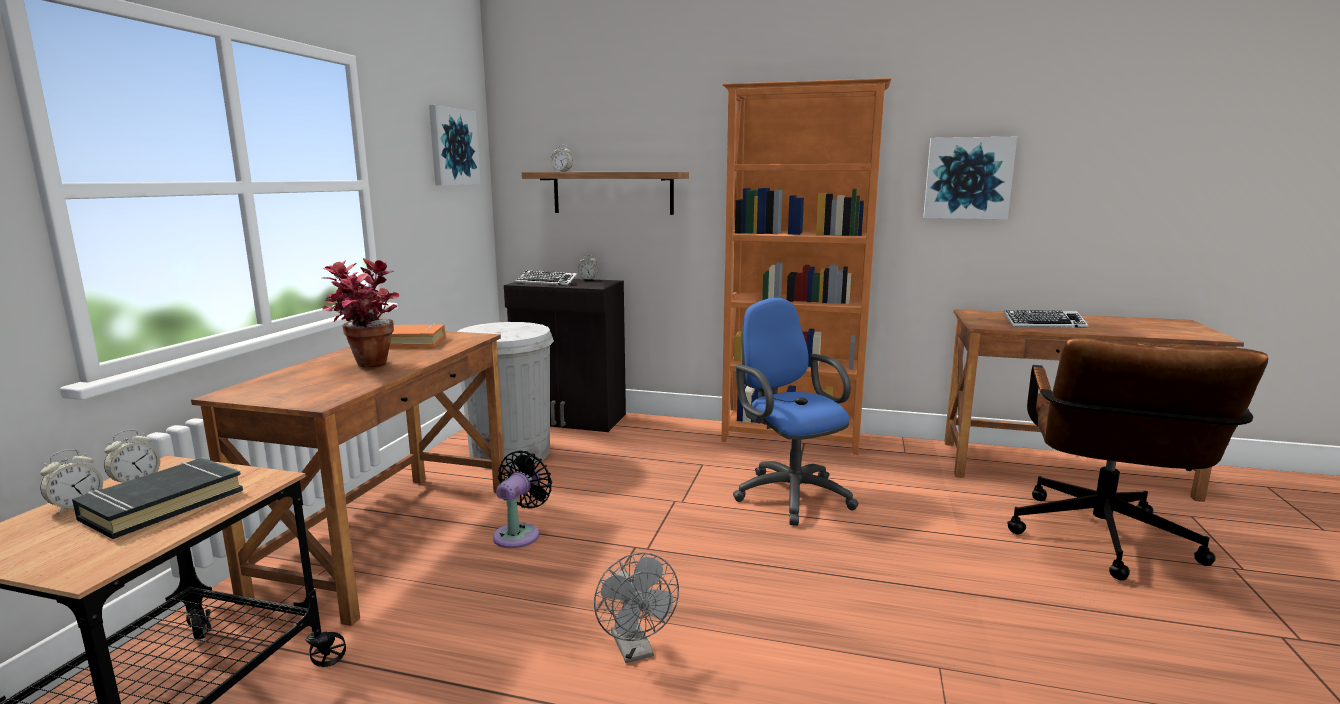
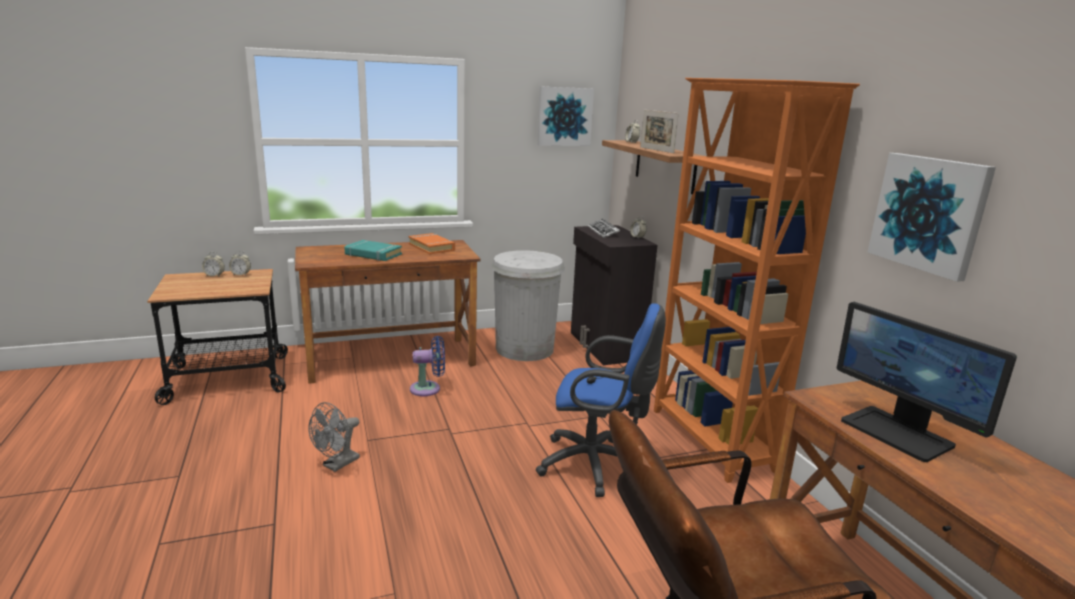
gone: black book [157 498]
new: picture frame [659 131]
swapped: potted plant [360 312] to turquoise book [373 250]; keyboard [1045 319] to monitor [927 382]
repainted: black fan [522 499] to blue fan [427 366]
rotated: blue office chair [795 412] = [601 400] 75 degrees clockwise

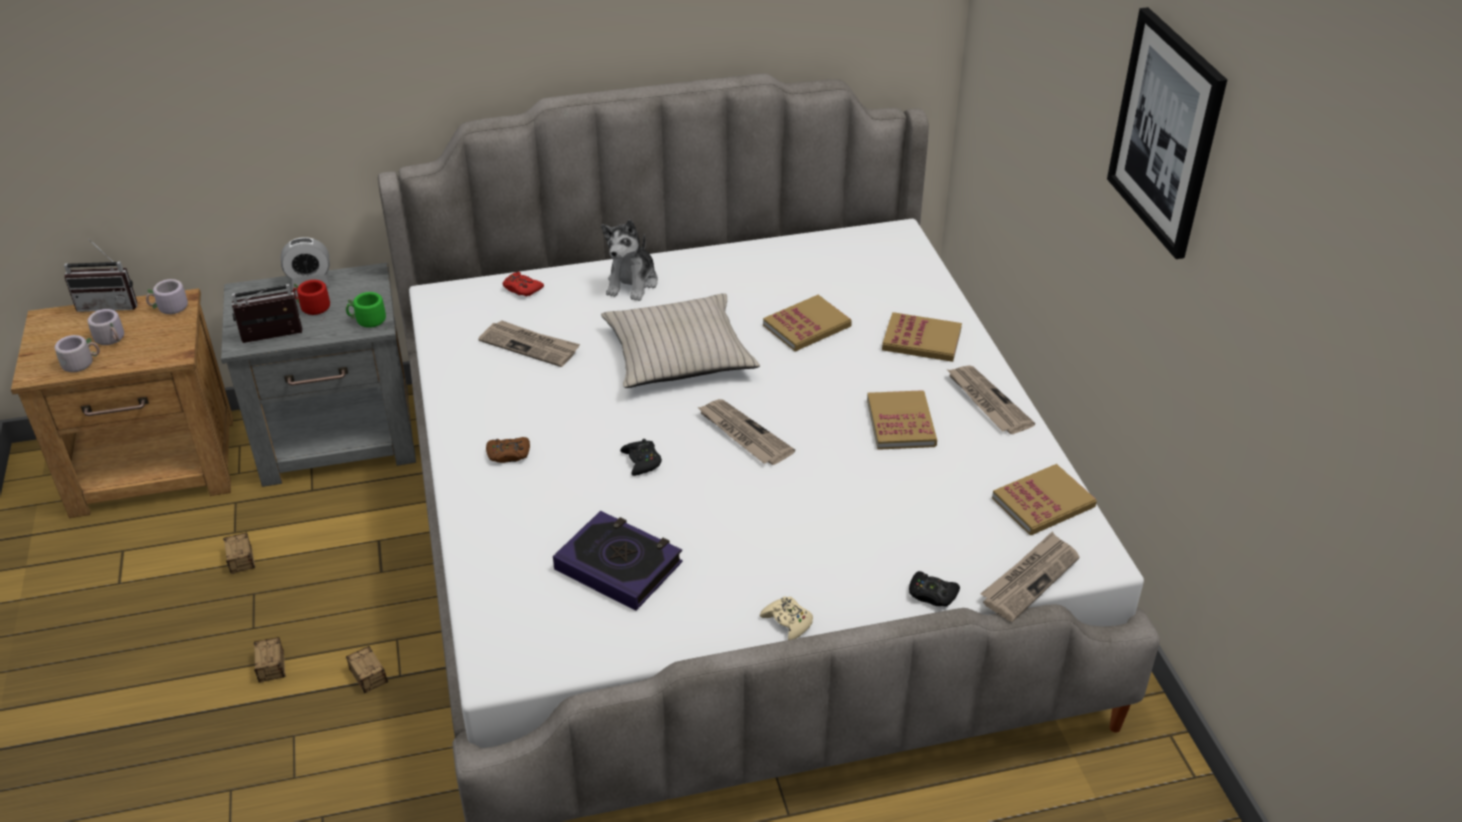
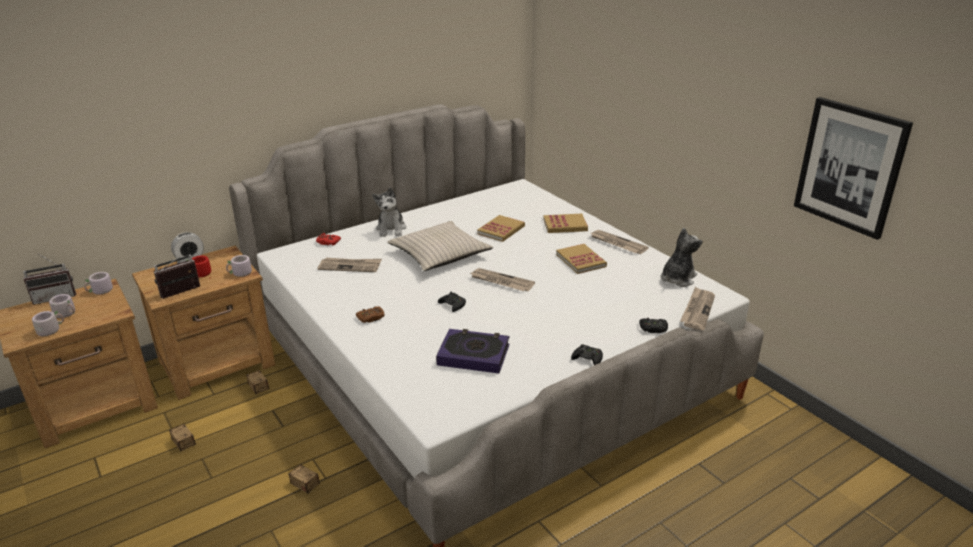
shifted: storage box [269 660] to [258 382]; picture [1167 133] to [853 168]
swapped: book [1044 499] to plush toy [681 257]
repainted: grey nightstand [318 375] to brown nightstand [203 323]; green mug [366 310] to grey mug [239 266]; beige game controller [786 618] to black game controller [587 354]

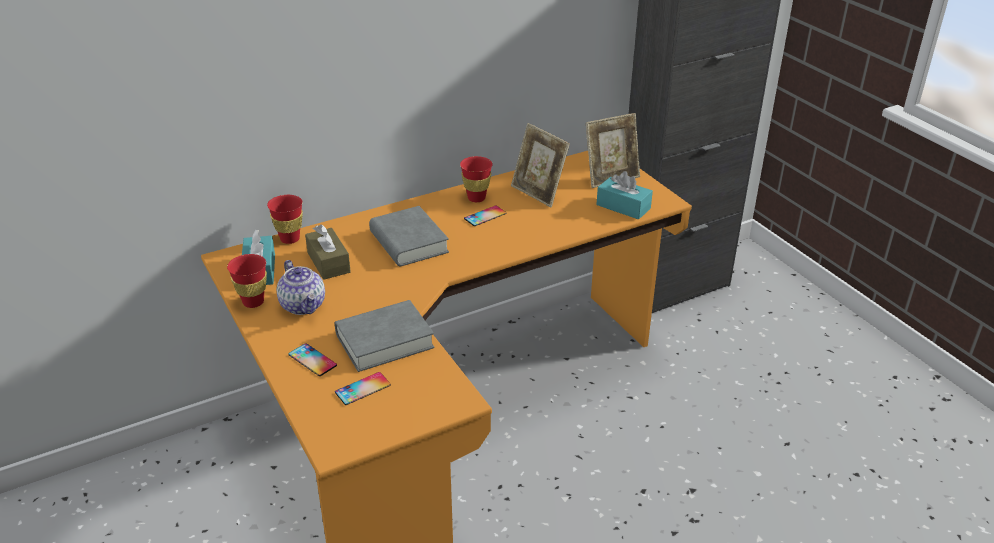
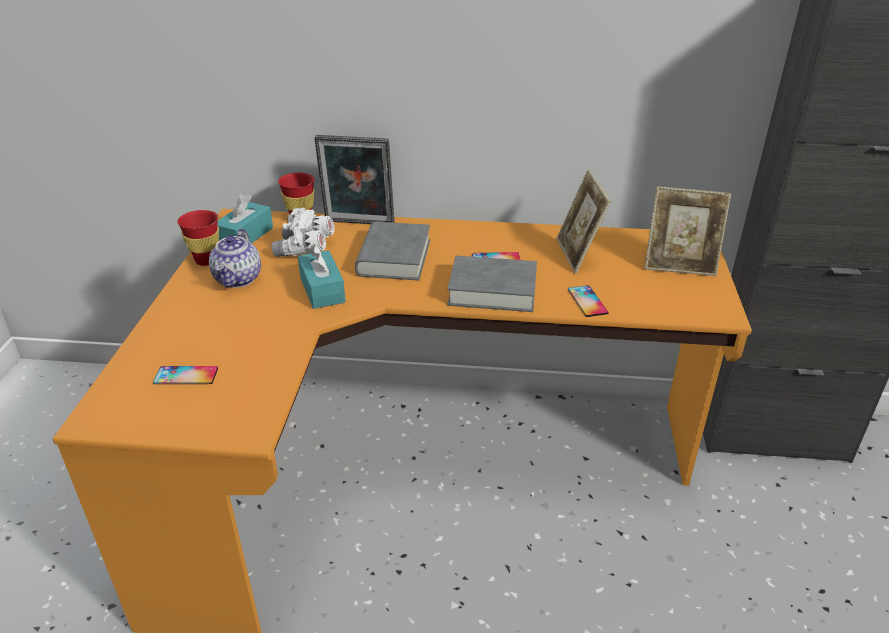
gone: red cup [476 179]
new: picture frame [354 179]
shifted: phone [312 359] to [588 301]; grey book [384 336] to [492 284]; turquoise tissue box [624 195] to [322 276]
swapped: brown tissue box [328 252] to white binoculars [303 232]

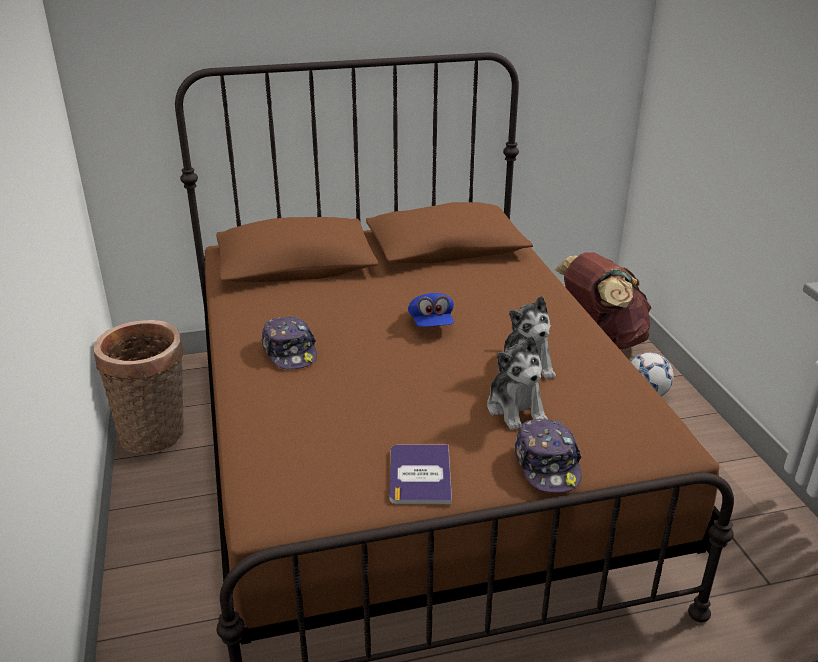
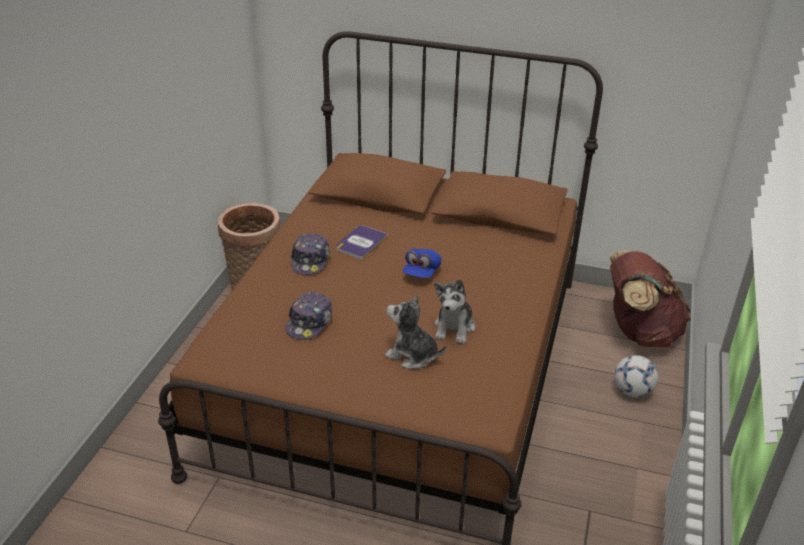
shifted: book [420 474] to [362 242]; cap [548 456] to [309 316]
rotated: plush toy [517 383] = [415 332] 105 degrees clockwise

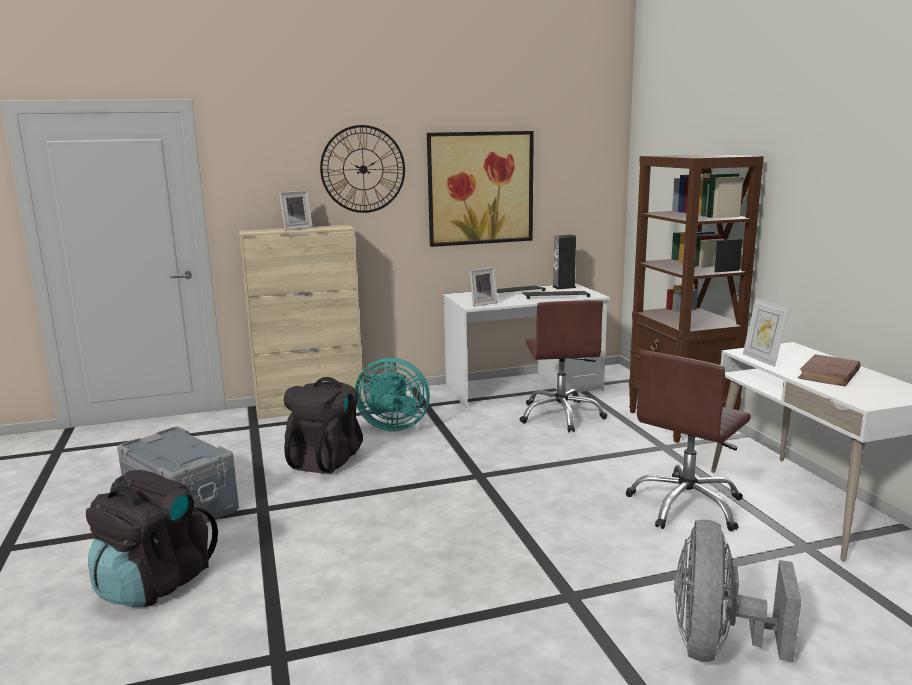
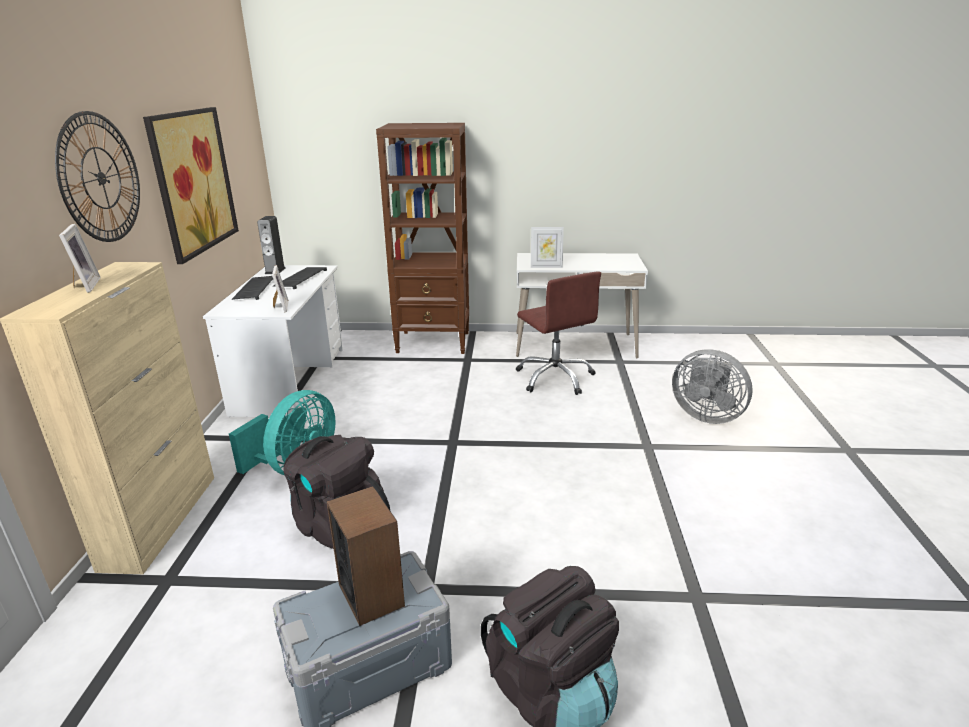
gone: brown office chair [563 366]; brown book [829 370]
new: speaker [366 556]

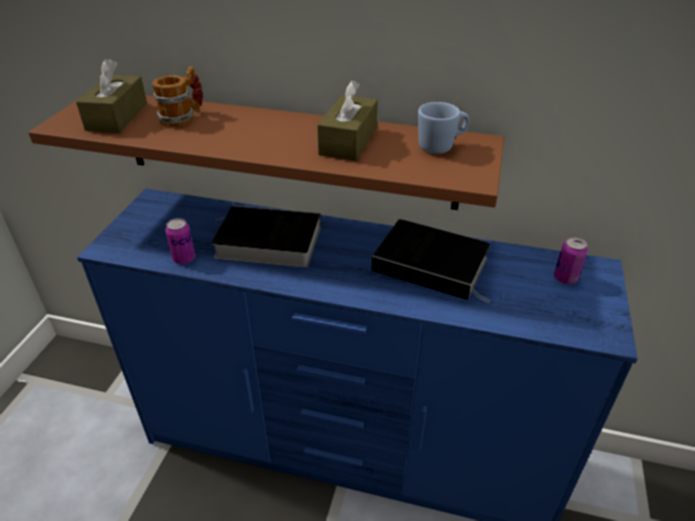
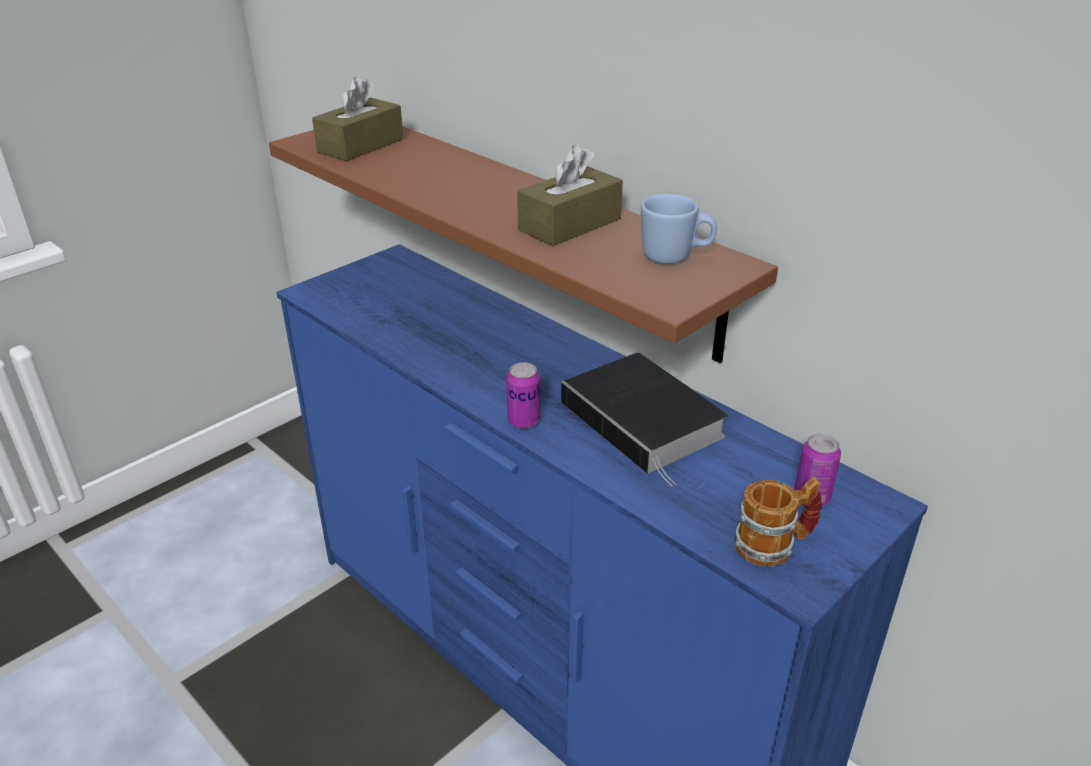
gone: book [266 236]
shifted: mug [177 96] to [778 522]; can [180 241] to [523 395]

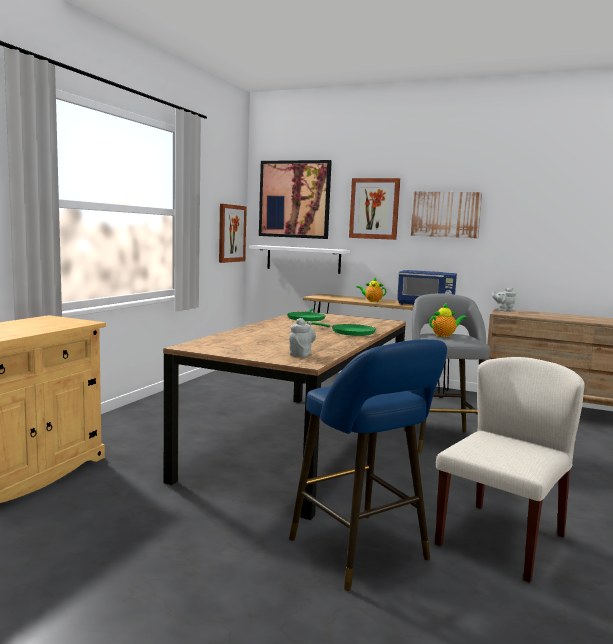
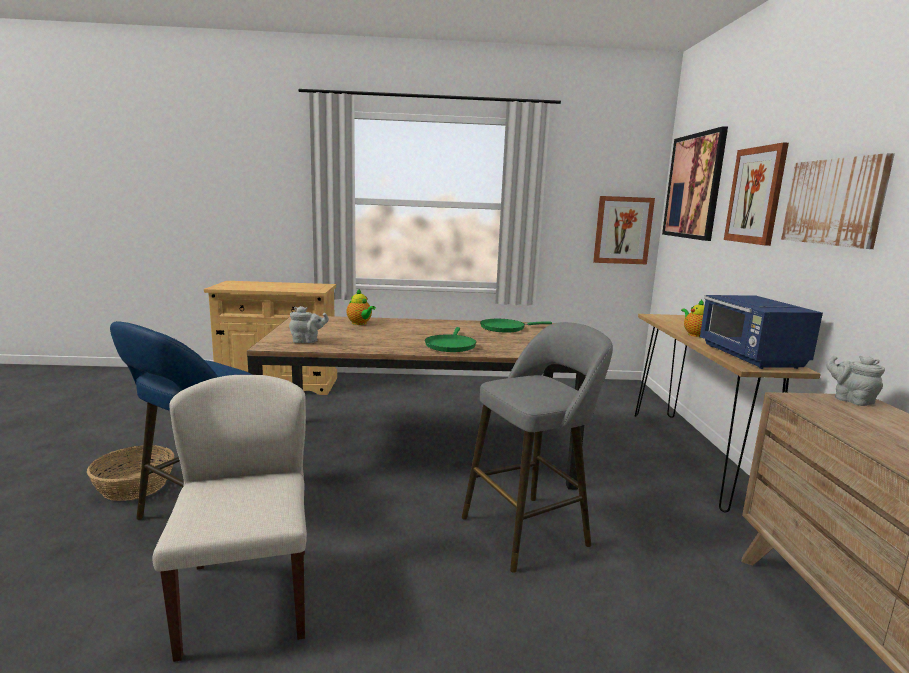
gone: white shelf [300 259]
new: basket [130 473]
shifted: teapot [447 320] to [361 306]
rotated: beige chair [510 470] = [229 518] 120 degrees counterclockwise

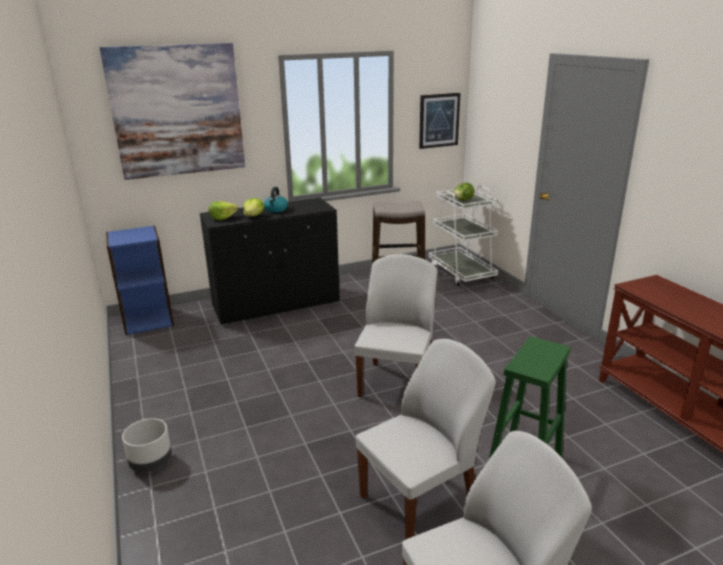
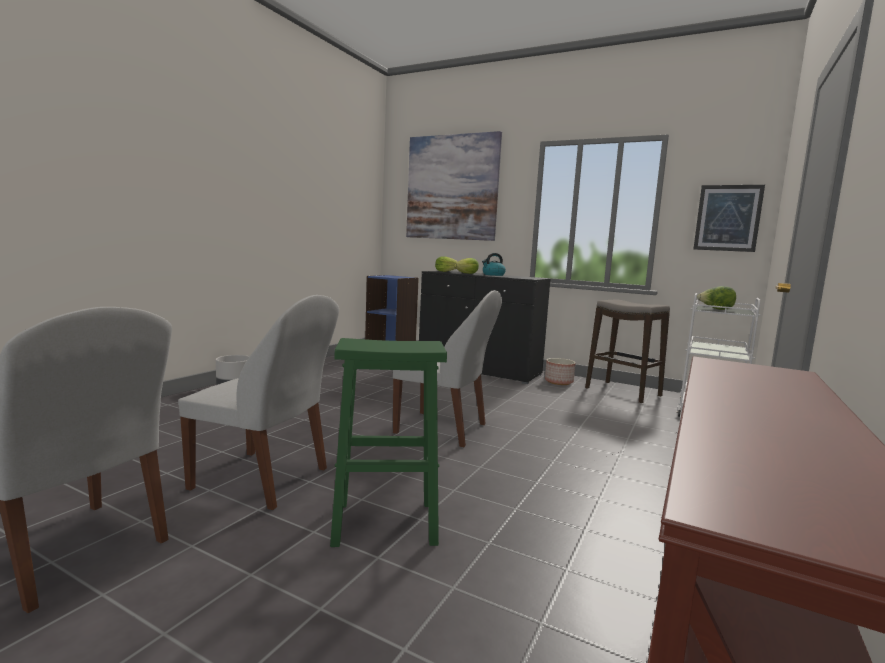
new: planter [560 371]
rotated: white chair [396 325] = [447 368] 45 degrees clockwise

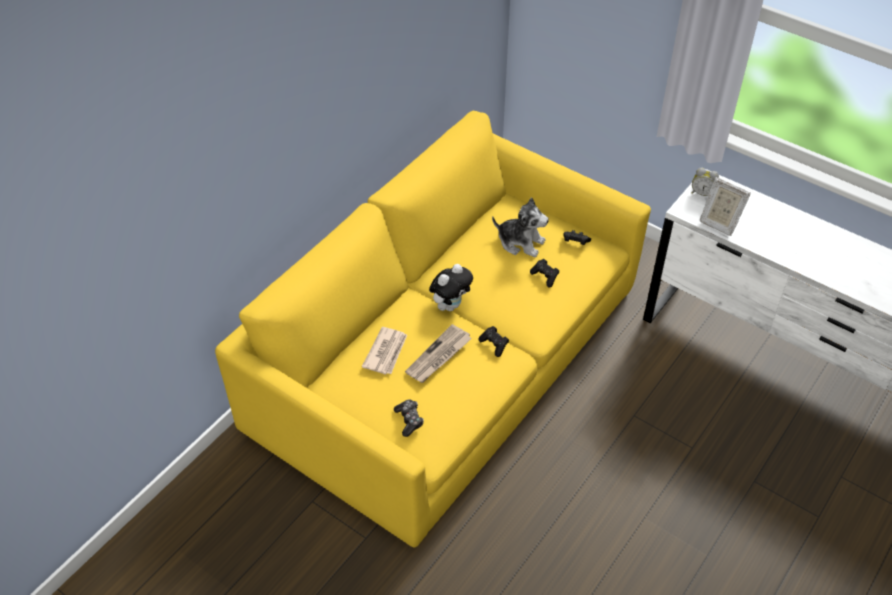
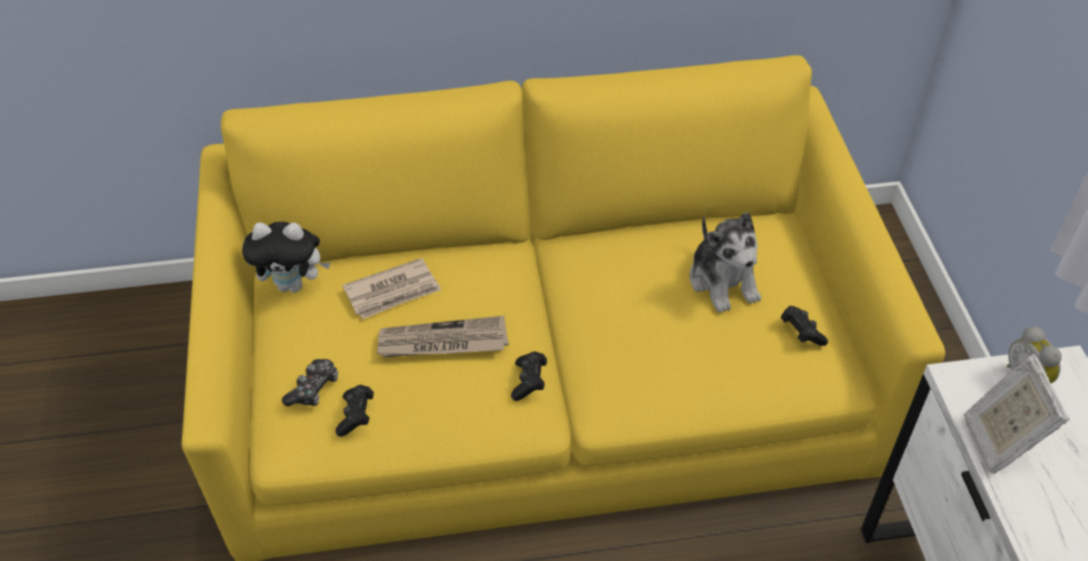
shifted: plush toy [451 287] to [286 257]; black game controller [544 273] to [355 411]

